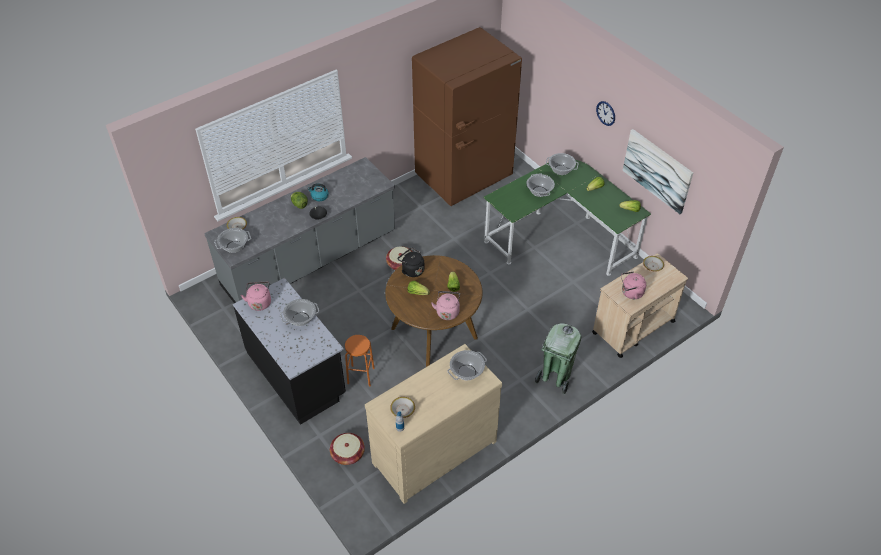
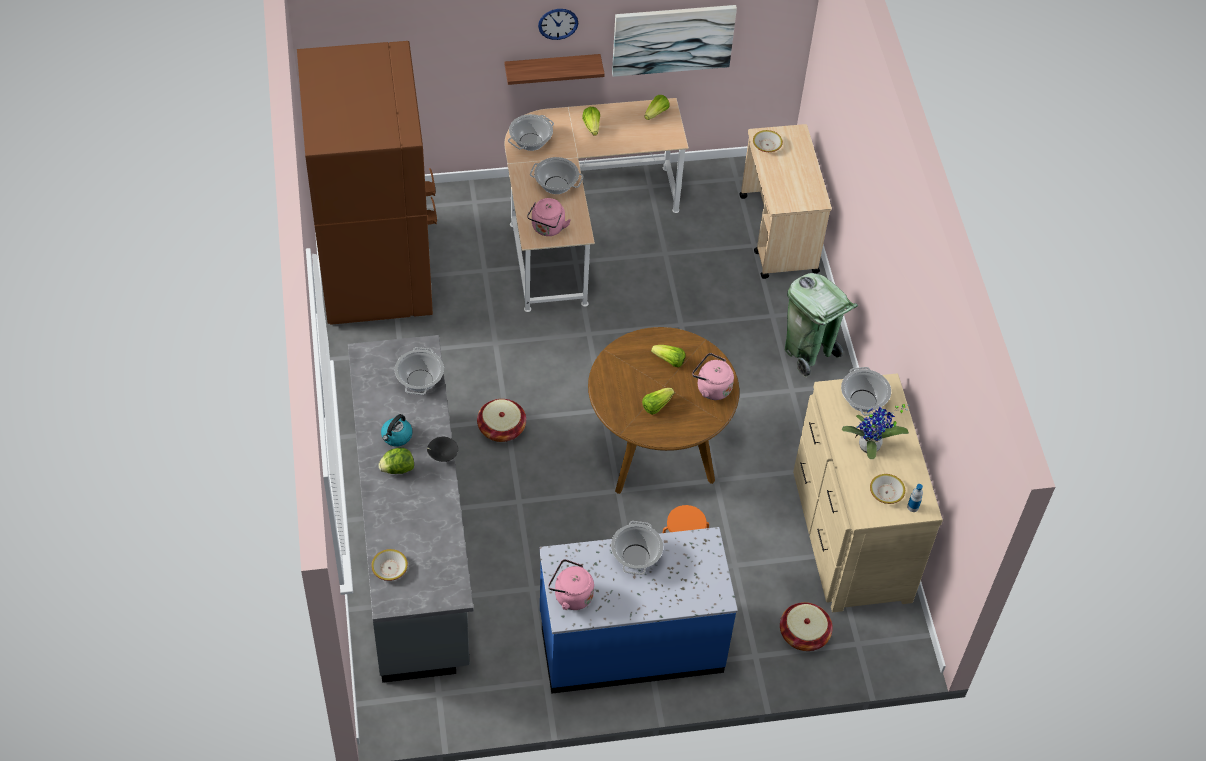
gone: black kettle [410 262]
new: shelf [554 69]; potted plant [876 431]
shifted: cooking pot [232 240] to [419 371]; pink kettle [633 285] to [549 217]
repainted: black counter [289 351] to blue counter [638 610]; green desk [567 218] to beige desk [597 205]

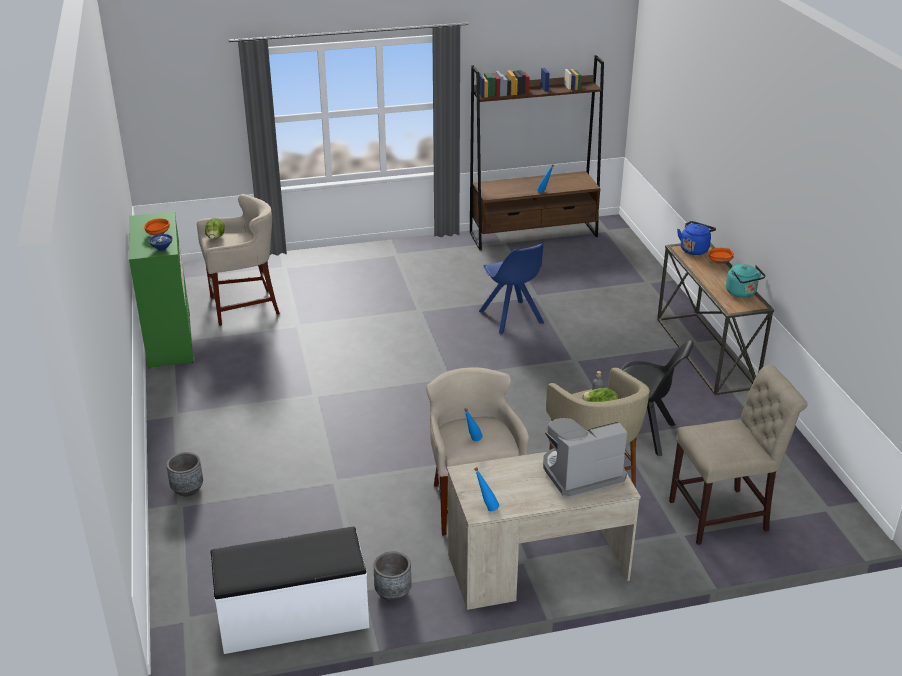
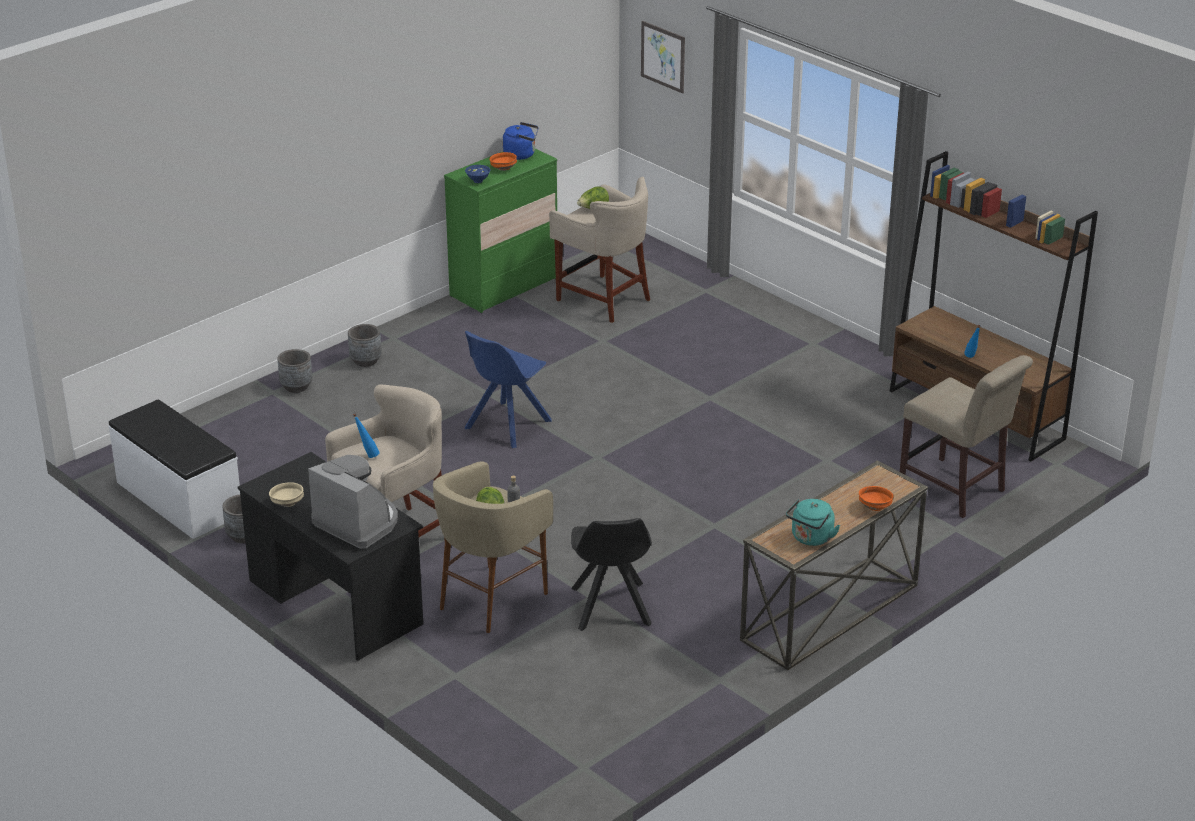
gone: blue bottle [486 489]
new: beige bowl [286 494]; grey planter [365 345]; picture [663 57]
shifted: blue chair [511 289] to [508 389]; beige chair [738 455] to [966 436]; blue kettle [696 238] to [520 141]
repainted: beige desk [544 531] to black desk [330 556]

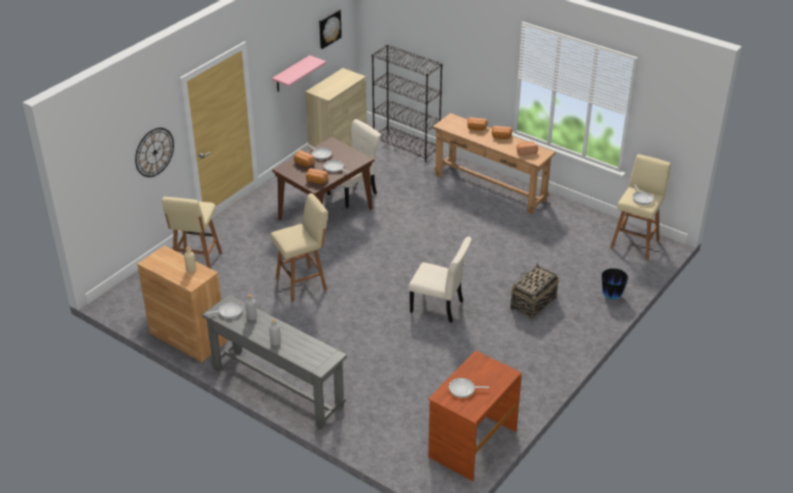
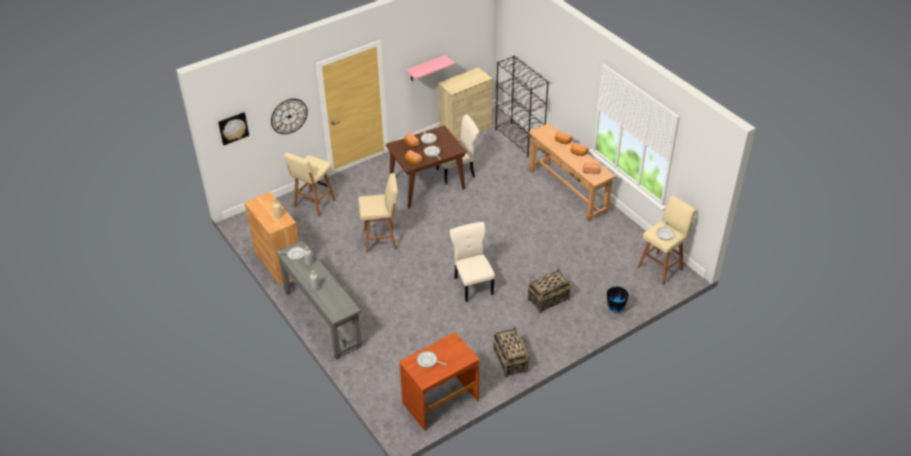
new: basket [511 352]
shifted: picture [330 29] to [233 128]
rotated: beige chair [440 279] = [472 262] 150 degrees counterclockwise

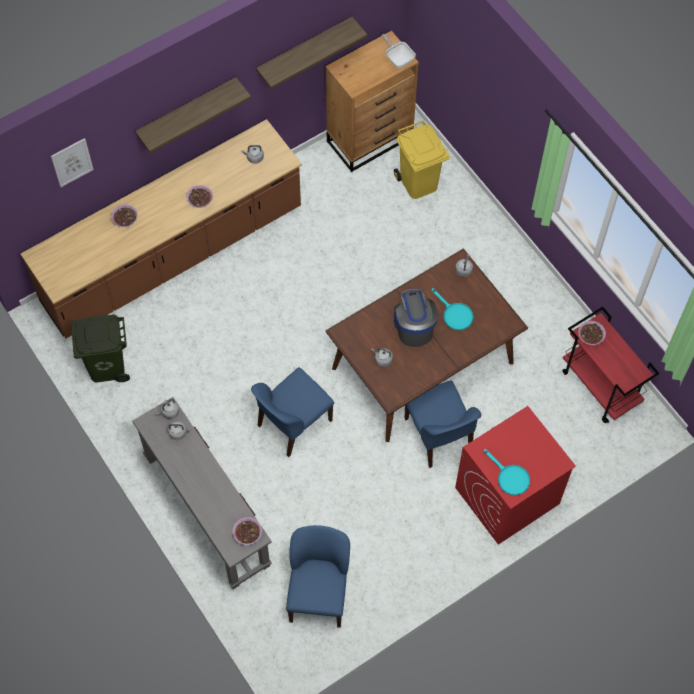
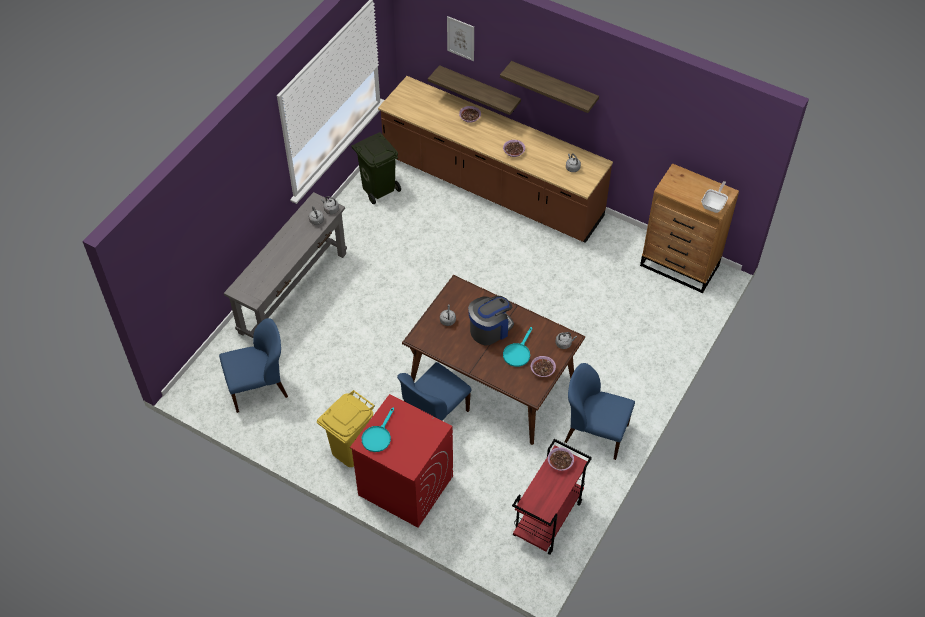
shifted: bowl [247 531] to [543 366]; blue chair [292 412] to [600 411]; shelf [311 53] to [474 90]; yellow trash can [421 159] to [346 428]

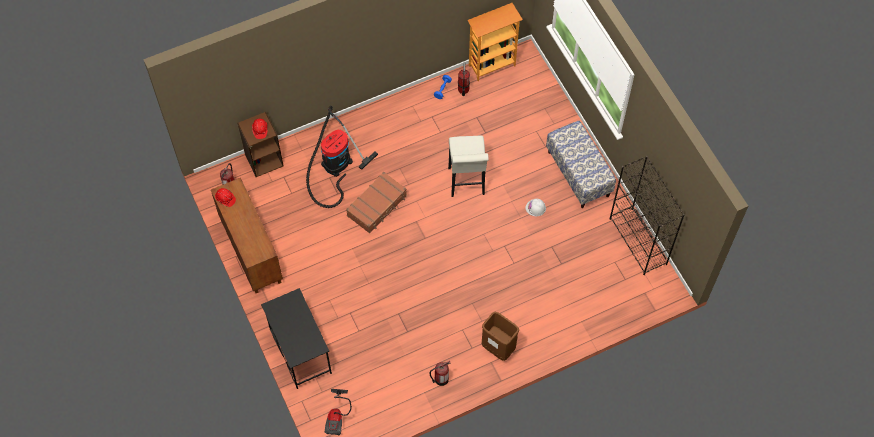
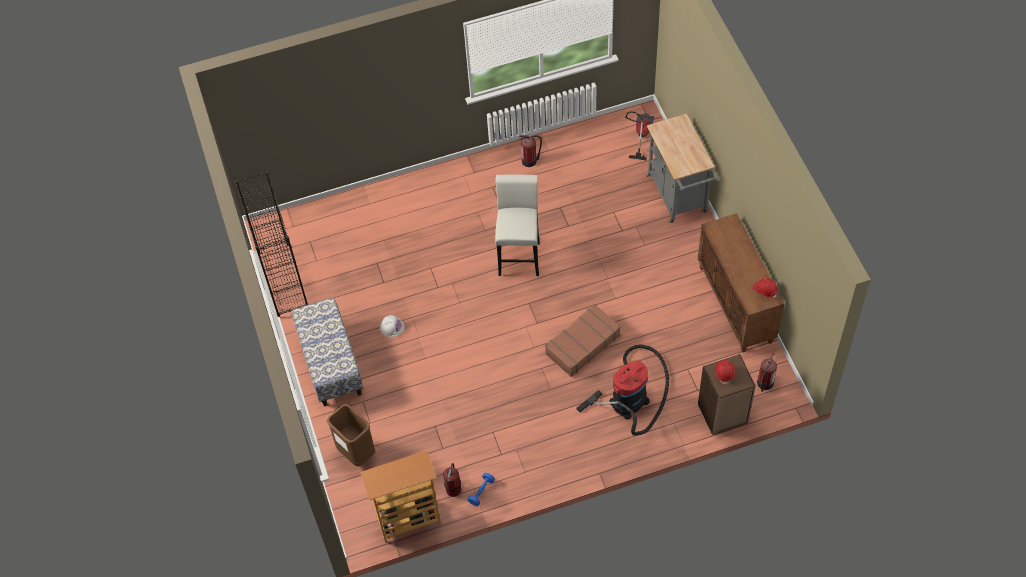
shifted: white stool [468 166] to [517 225]; brown trash can [500 336] to [351 435]
swapped: black desk [296 338] to grey cart [682 168]

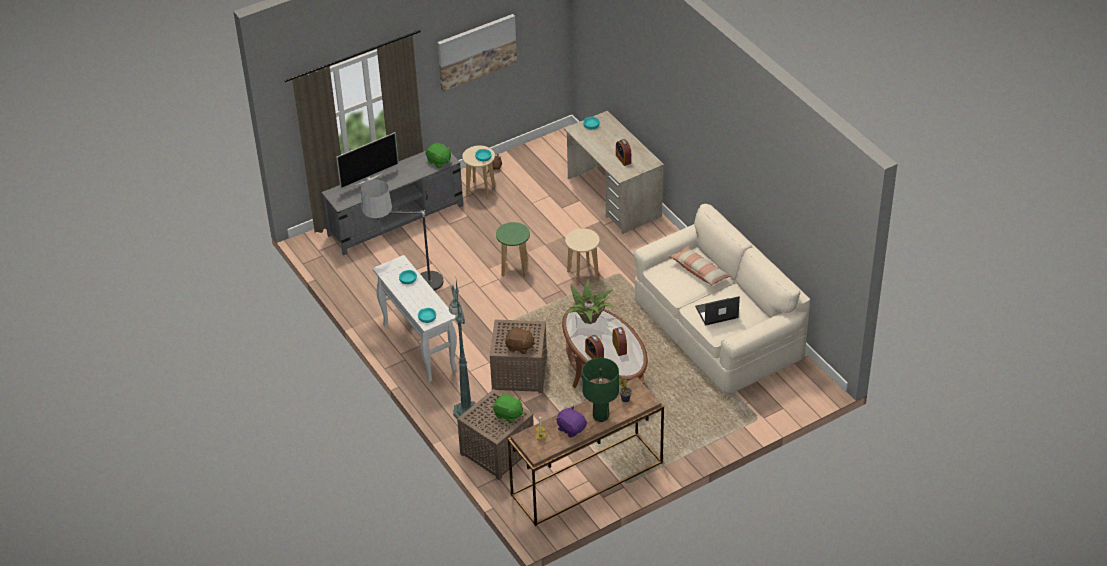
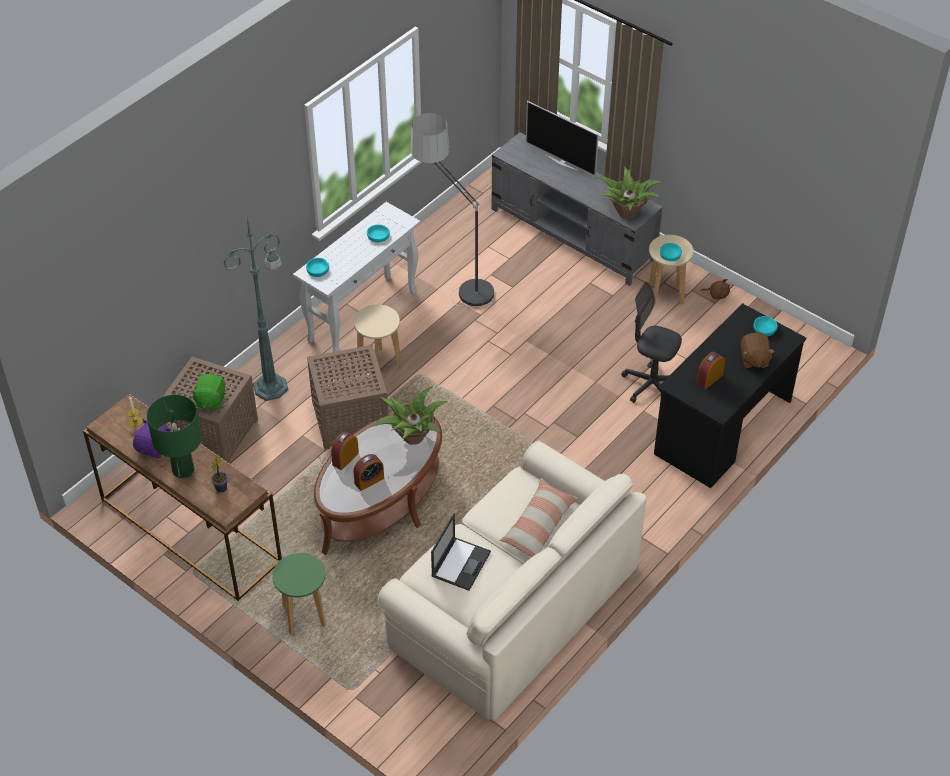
gone: picture [477 52]
new: grey office chair [652 342]
shifted: green stool [513 249] to [299 594]; brown plush toy [520 340] to [758 350]; beige stool [582 257] to [378 335]
swapped: green plush toy [438 155] to potted plant [629 192]
repainted: beige desk [614 172] to black desk [730 395]
rotated: laptop [717 311] = [461 552] 60 degrees clockwise

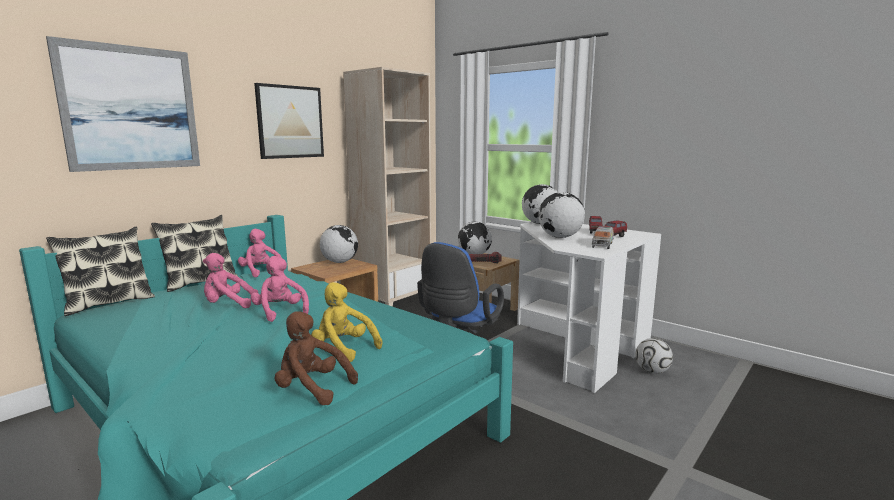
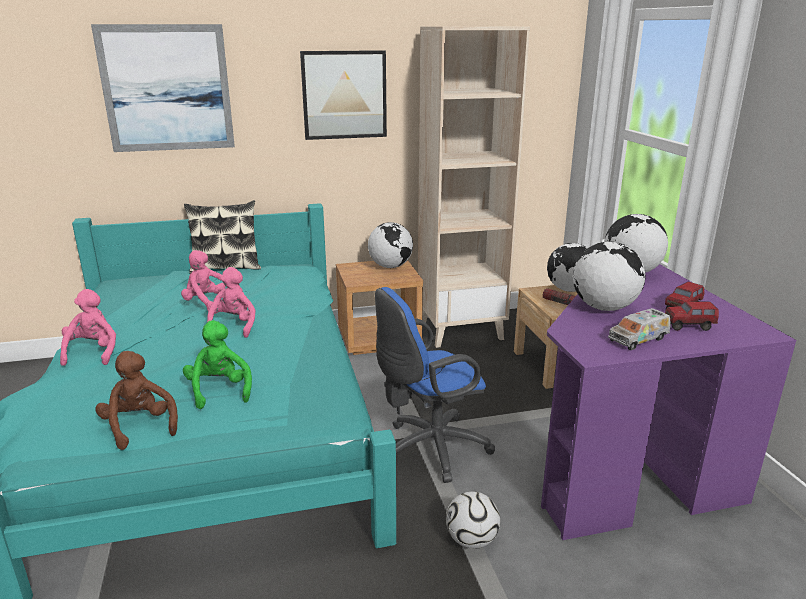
gone: pillow [100 271]
shifted: pink plush toy [261 253] to [88 327]; football [654 356] to [473 520]
repainted: yellow plush toy [346 322] to green plush toy [217 364]; white desk [589 307] to purple desk [668 402]

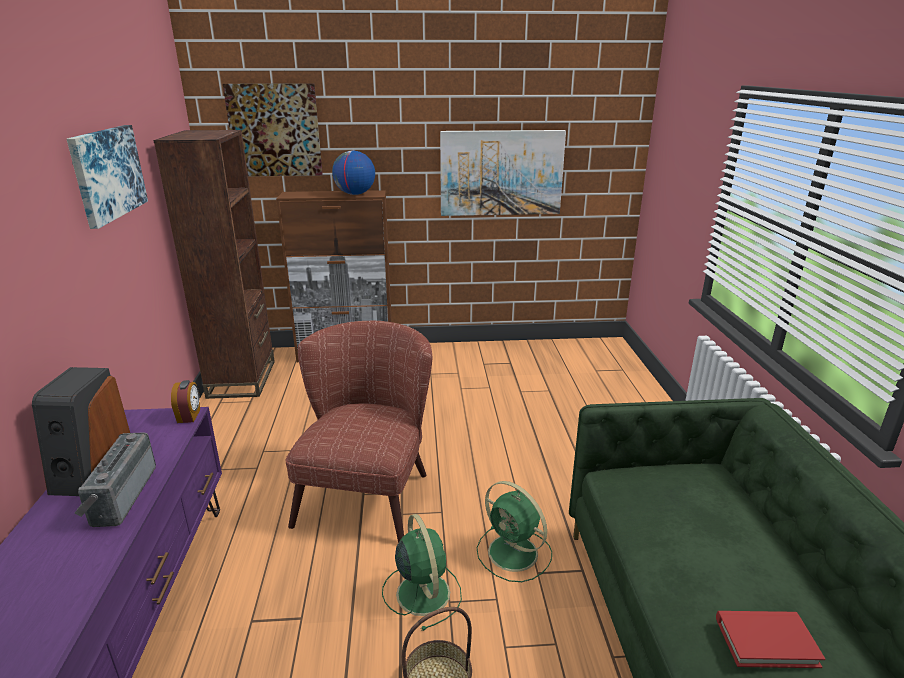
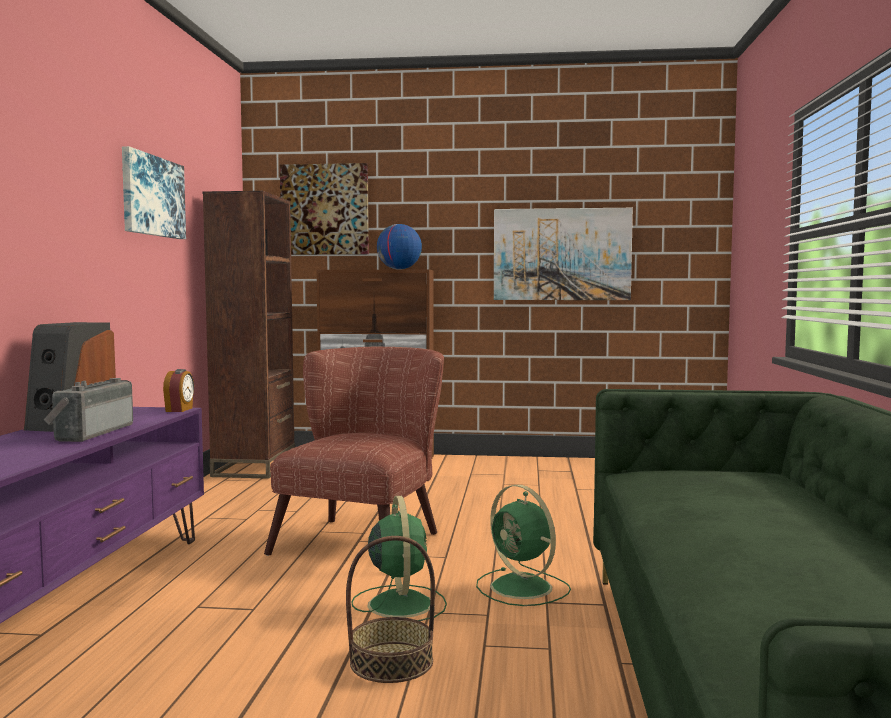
gone: red book [771 639]

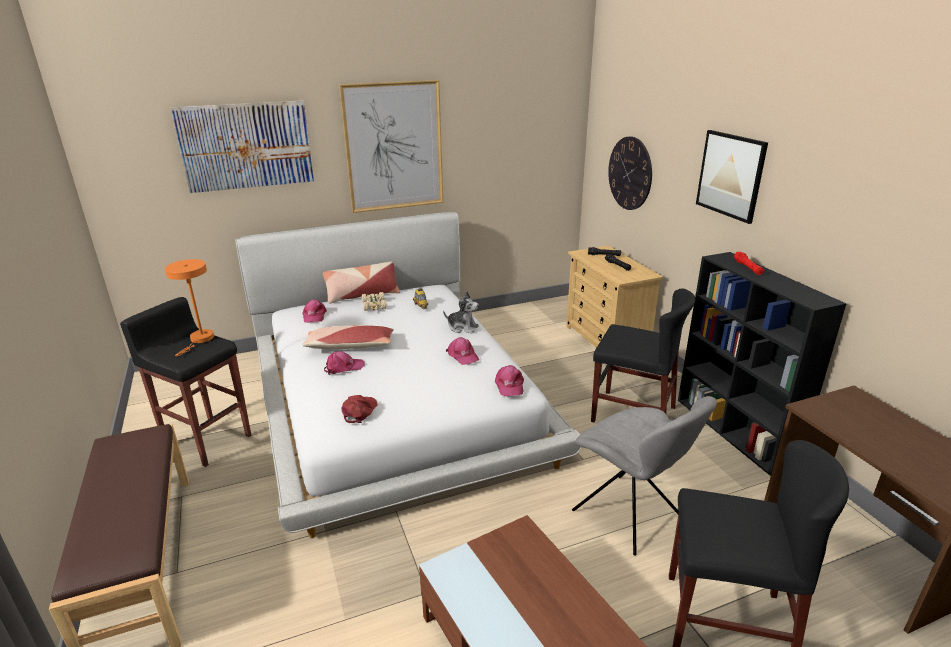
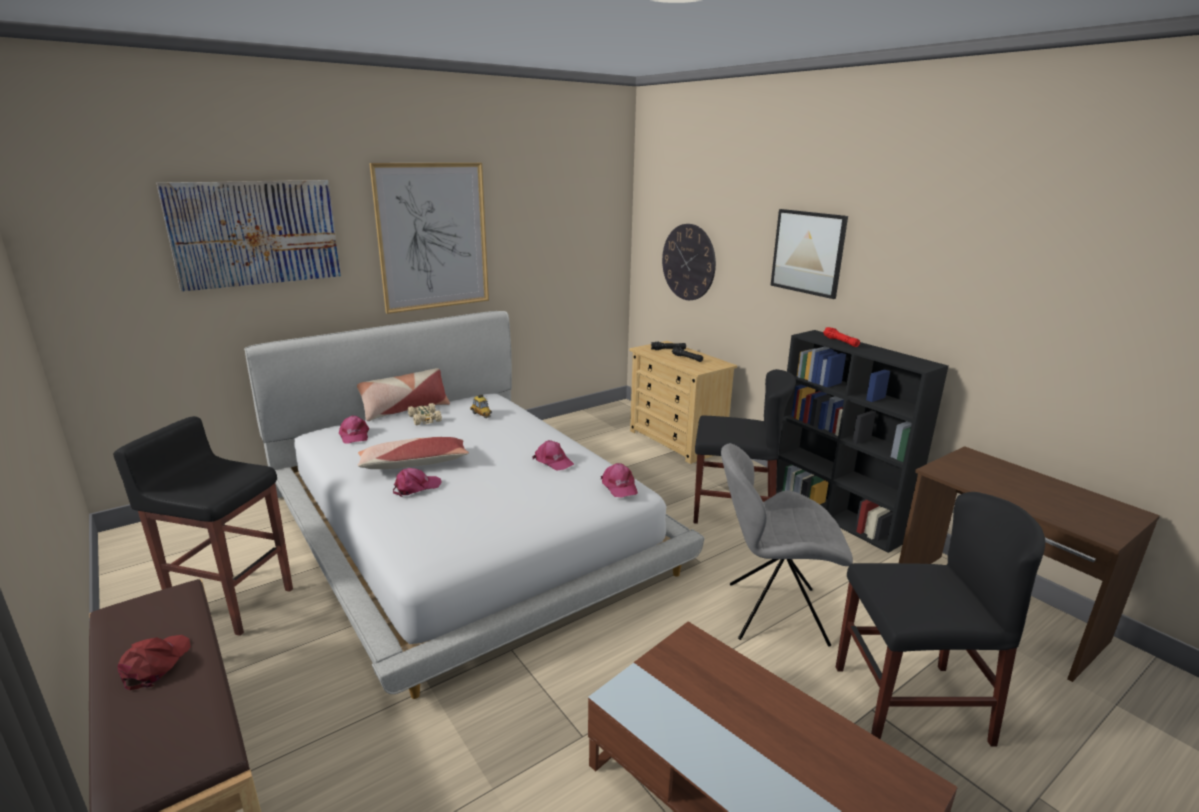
gone: orange table lamp [189 307]; plush toy [461 312]
shifted: red cap [359 409] to [154 662]
rotated: grey chair [644 476] = [787 545] 150 degrees clockwise

